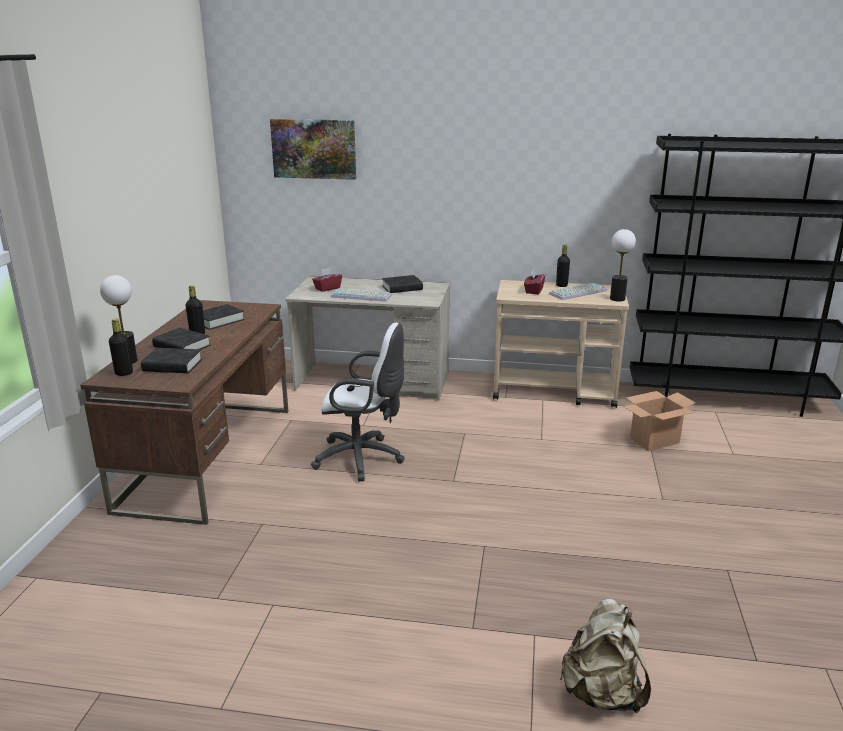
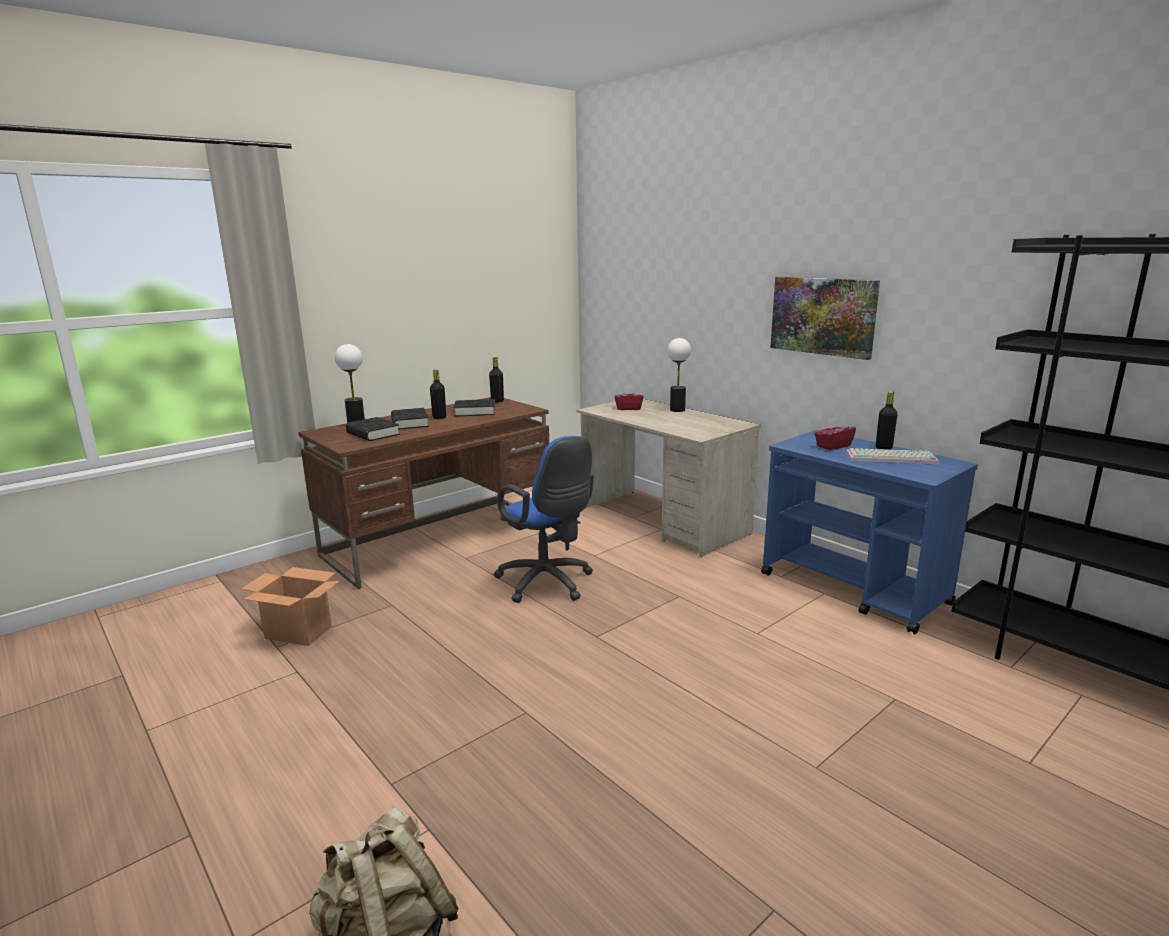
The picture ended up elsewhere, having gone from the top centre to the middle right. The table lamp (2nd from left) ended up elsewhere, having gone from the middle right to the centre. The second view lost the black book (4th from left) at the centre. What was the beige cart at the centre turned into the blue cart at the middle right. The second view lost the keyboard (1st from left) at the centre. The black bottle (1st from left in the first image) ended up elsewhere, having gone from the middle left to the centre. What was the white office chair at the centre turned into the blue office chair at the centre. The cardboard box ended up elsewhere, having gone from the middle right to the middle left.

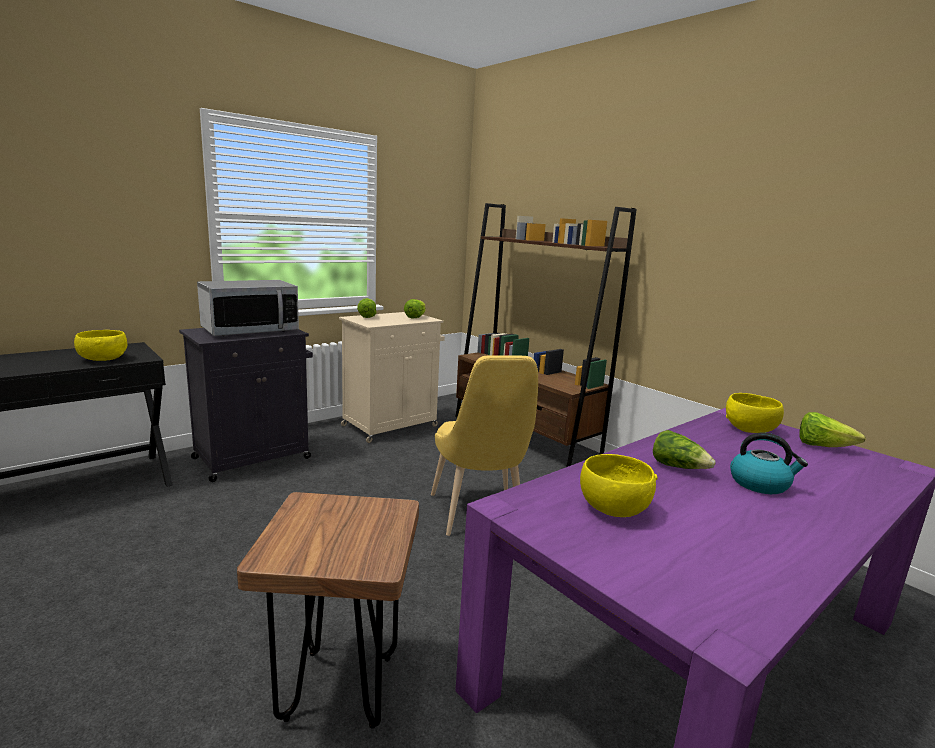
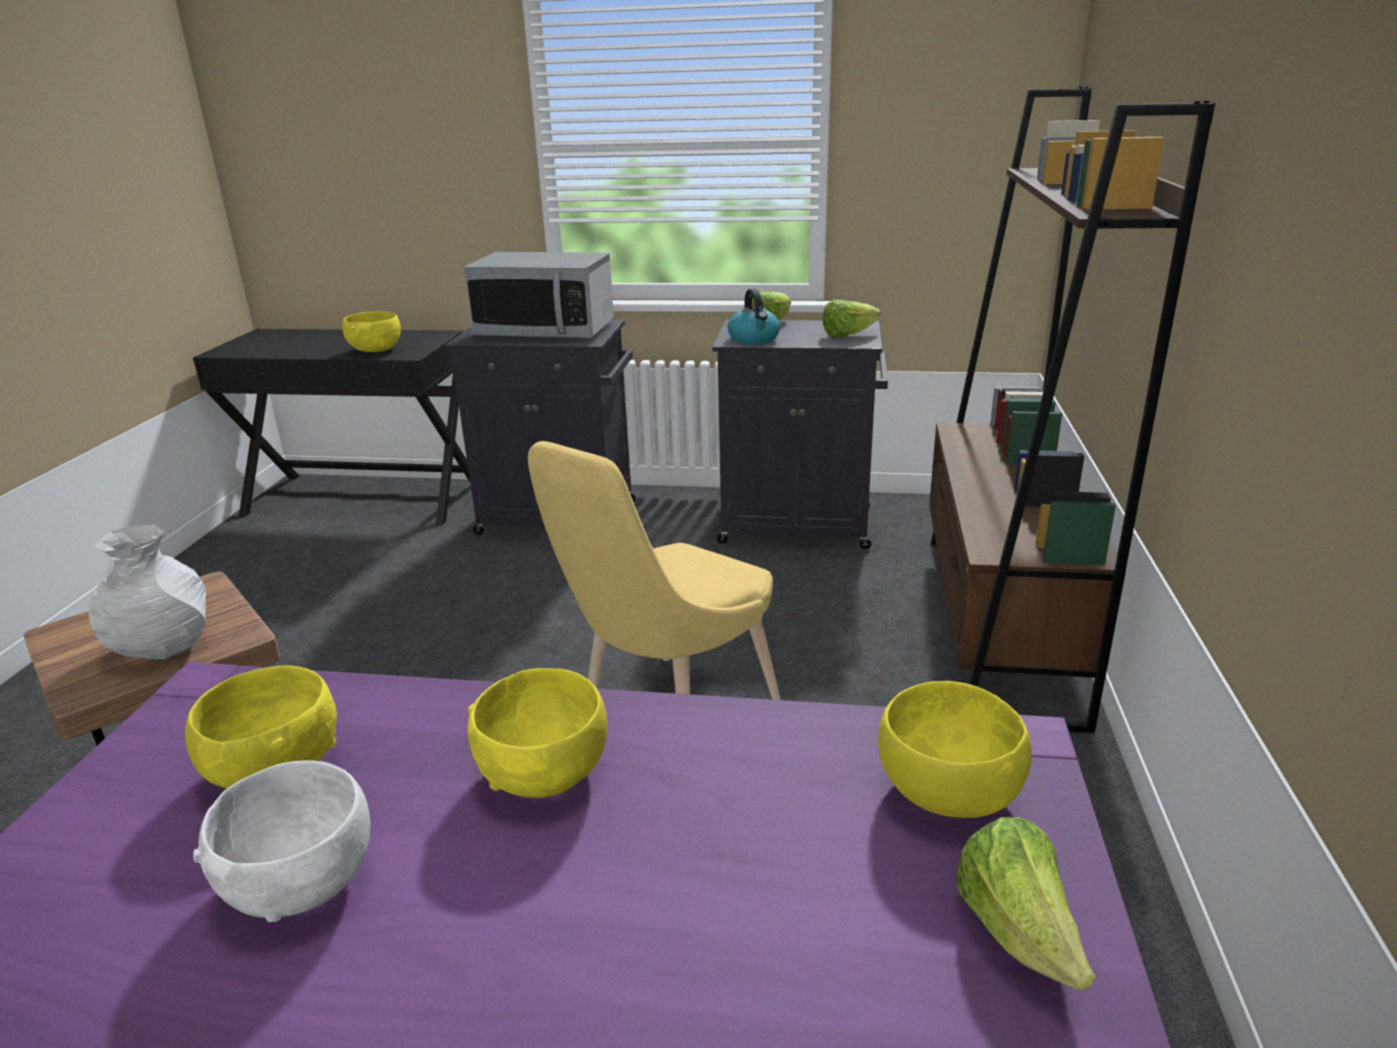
What was the beige cabinet at the centre turned into the black cabinet (2nd from left) at the centre. Where the lettuce (3rd from left) stood at the middle right, the yellow bowl (3rd from left) came to stand at the bottom centre. The kettle ended up elsewhere, having gone from the middle right to the top centre. The second view gained the white vase at the middle left. The second view gained the white bowl at the bottom left.

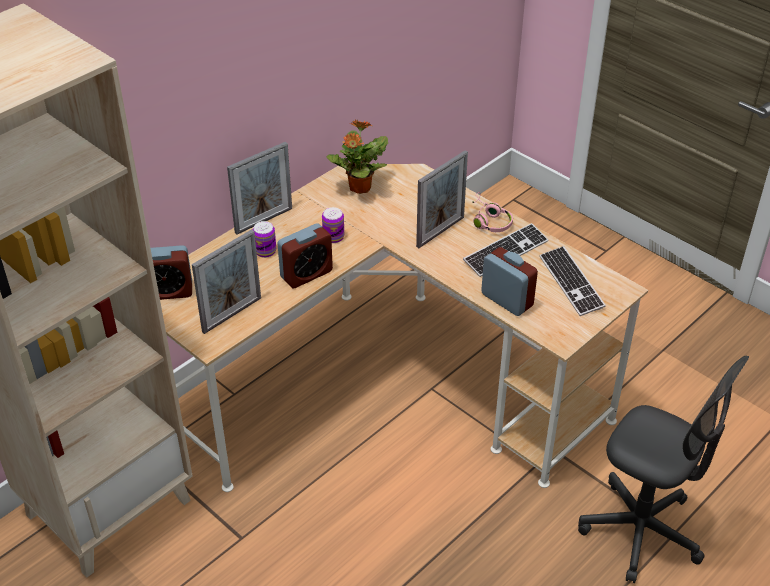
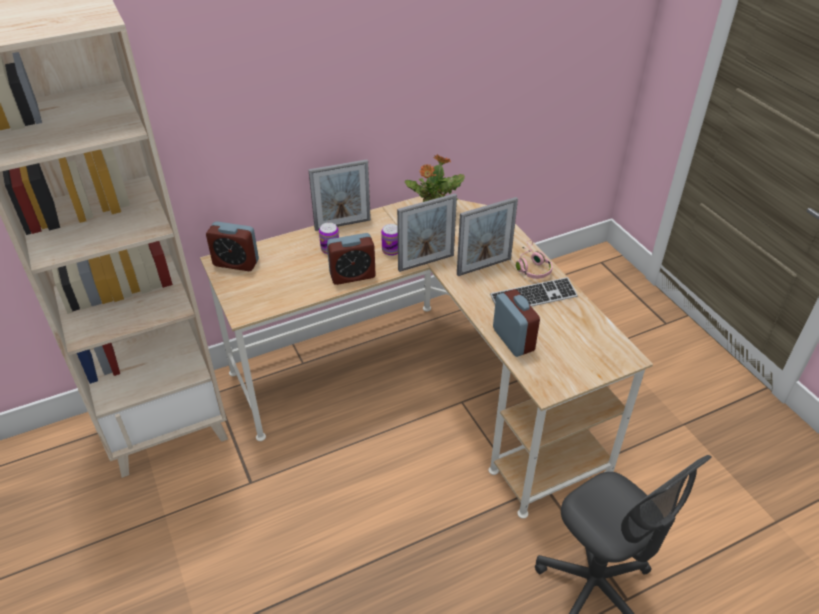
The picture frame (1st from left in the first image) ended up elsewhere, having gone from the middle left to the centre. The second view lost the keyboard (2nd from left) at the middle right.

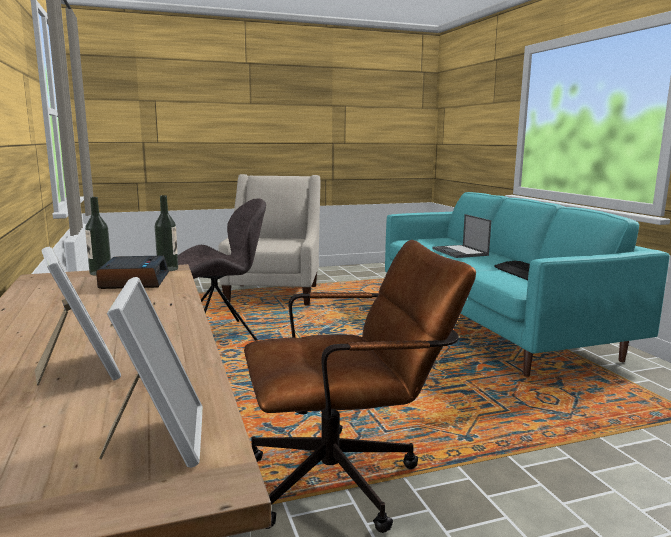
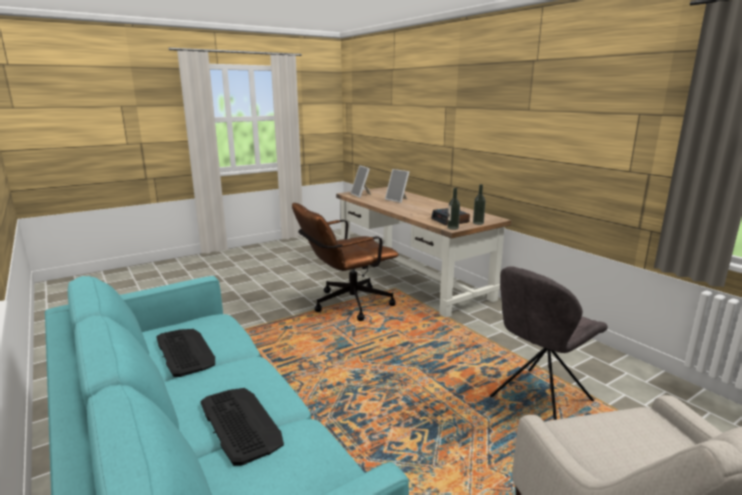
Where the laptop stood at the middle right, the keyboard (2nd from left) came to stand at the bottom left.

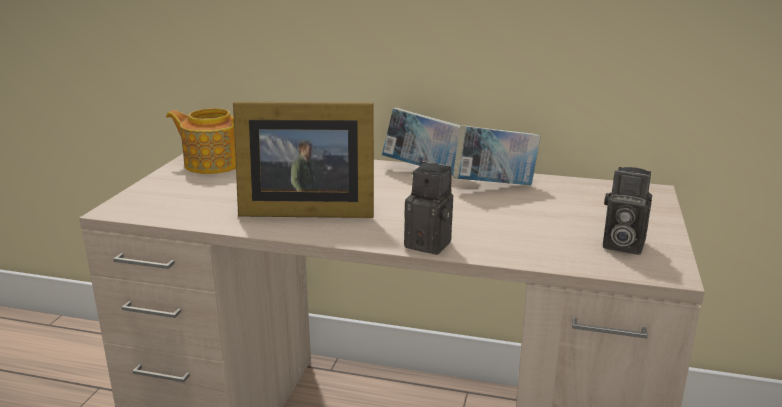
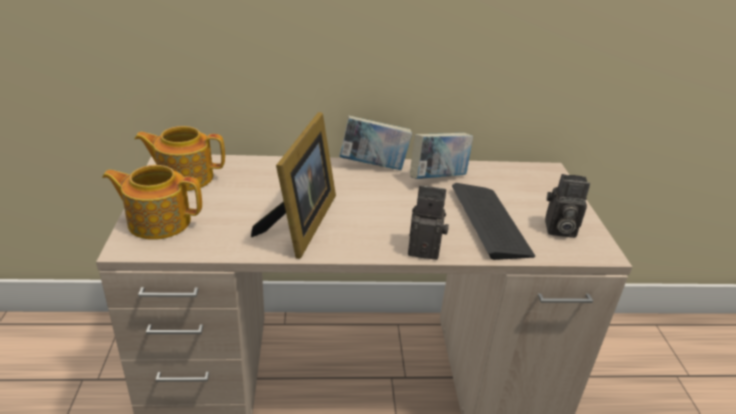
The picture frame at the centre ended up facing another way, 60 degrees counterclockwise from before. The second view gained the teapot (1st from left) at the middle left. The second view gained the keyboard at the middle right.

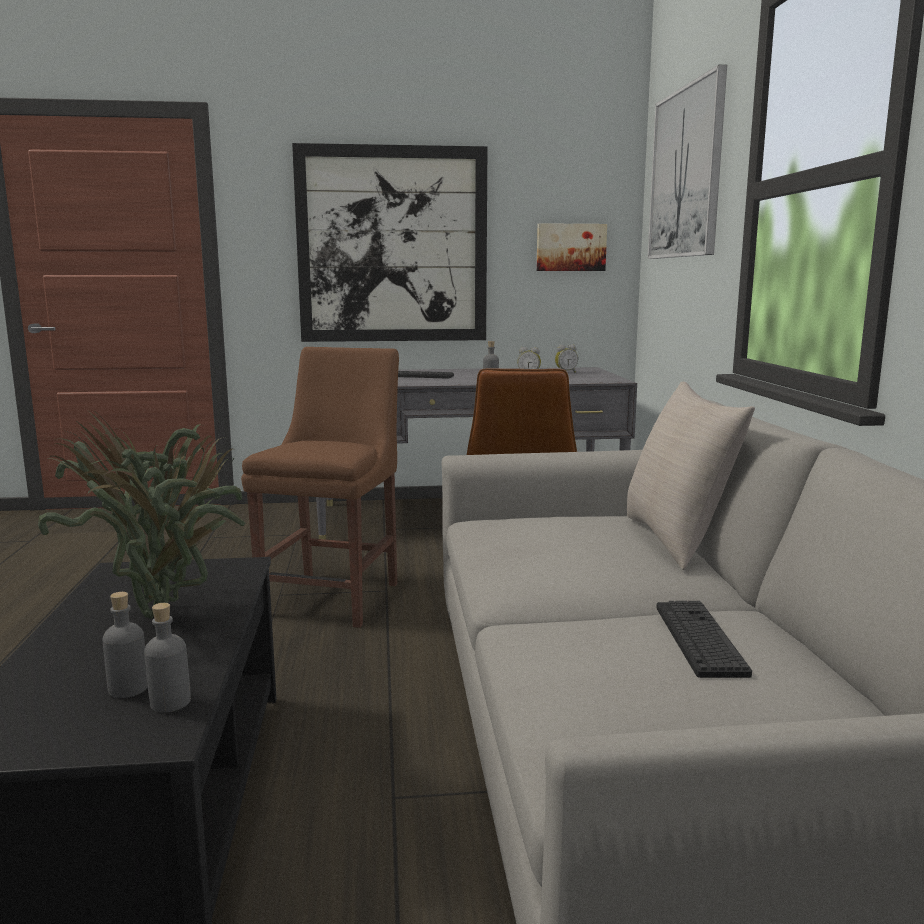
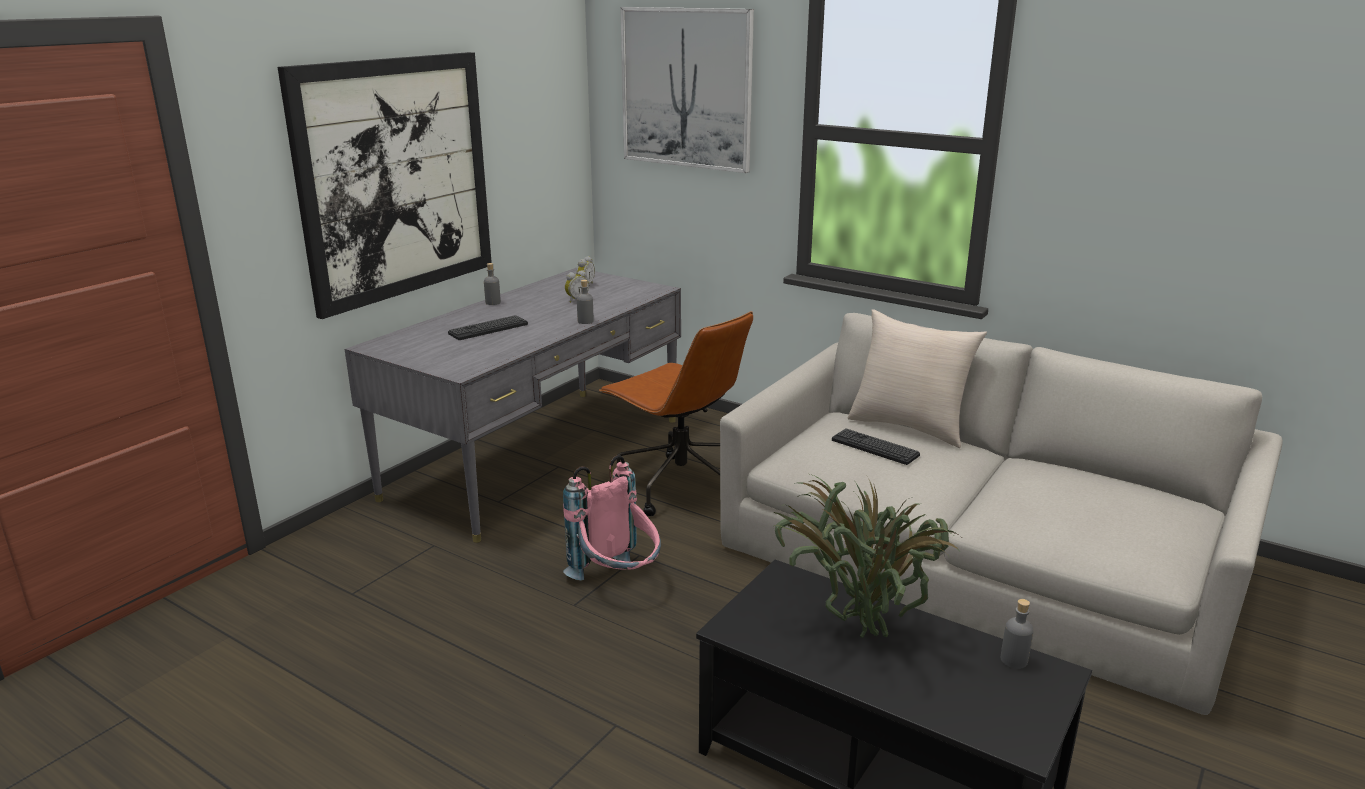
The second view lost the picture (2nd from left) at the top centre. Where the brown chair stood at the centre, the pink backpack came to stand at the centre. The grey bottle (1st from left) ended up elsewhere, having gone from the bottom left to the centre. The keyboard (2nd from left) ended up elsewhere, having gone from the bottom right to the centre.

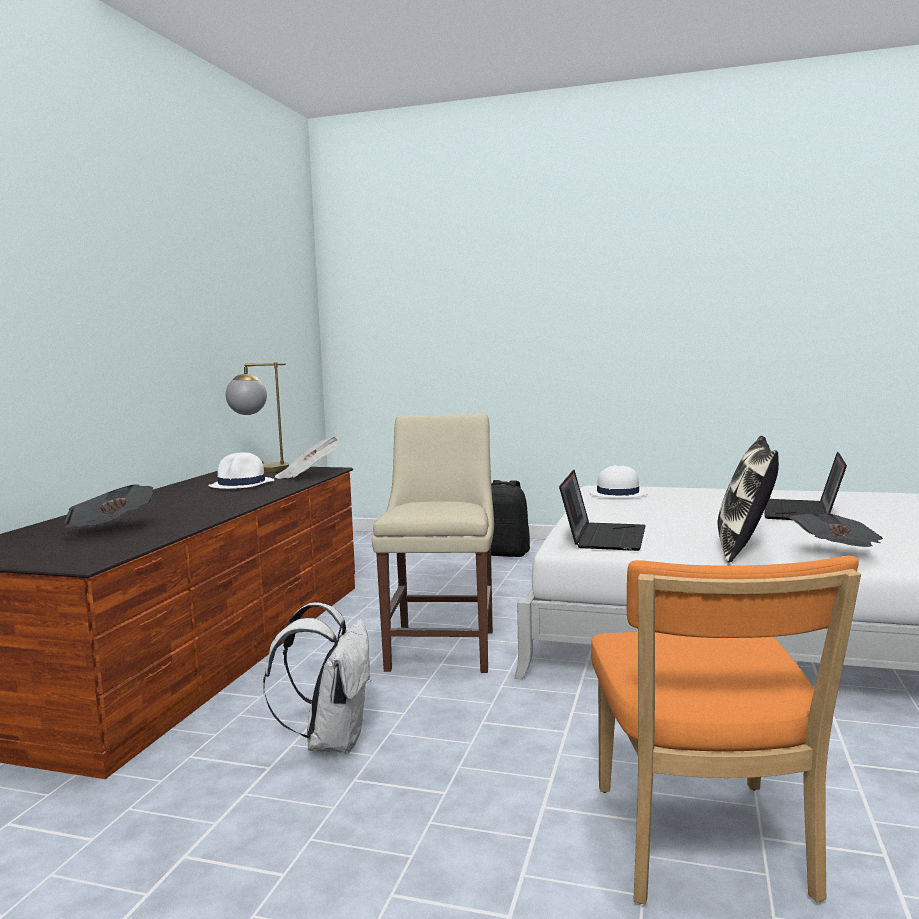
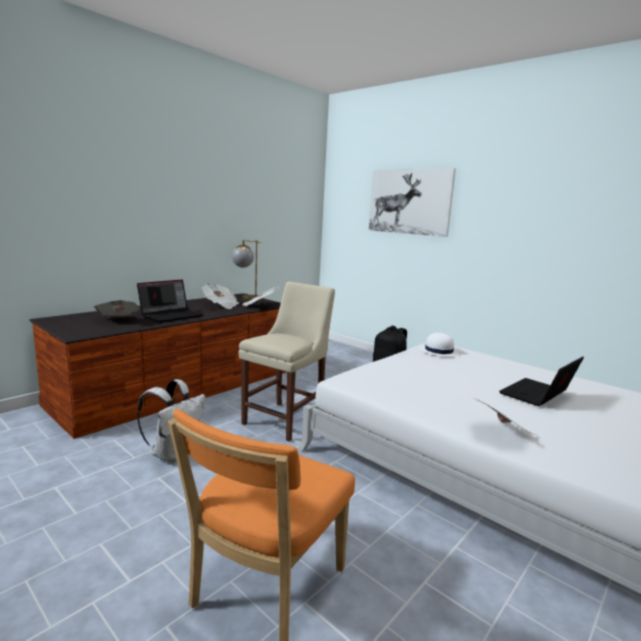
The second view lost the pillow at the middle right. Where the white hat (1st from left) stood at the middle left, the newspaper (2nd from left) came to stand at the centre. The laptop (1st from left) ended up elsewhere, having gone from the centre to the middle left. The second view gained the picture at the top centre.

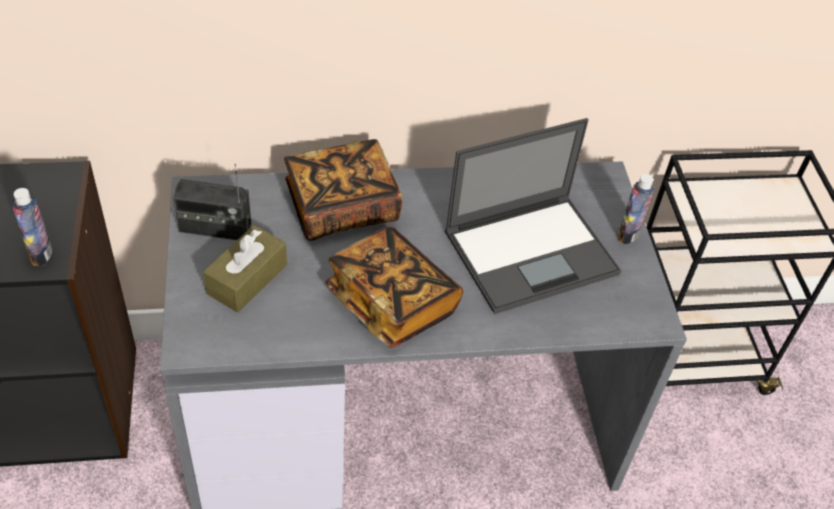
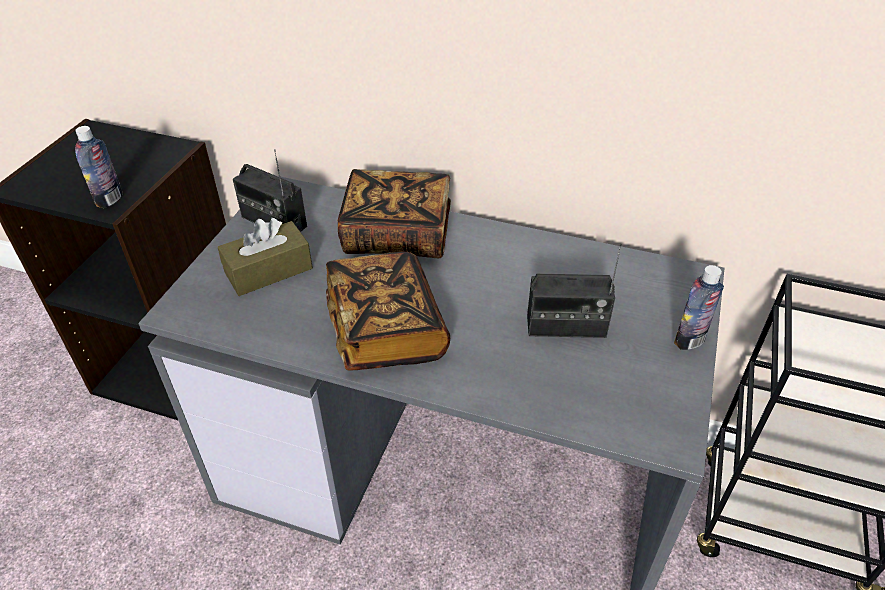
Where the laptop stood at the centre, the radio (2nd from left) came to stand at the centre.

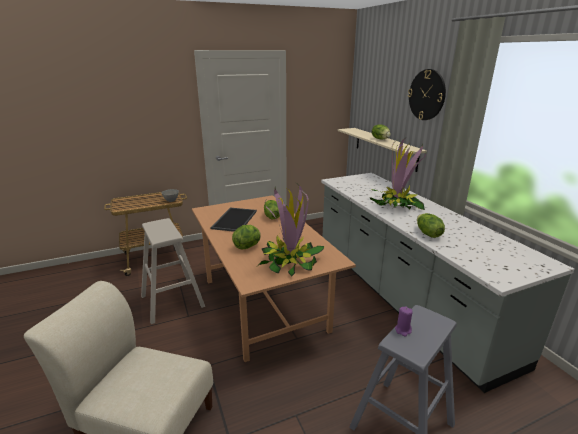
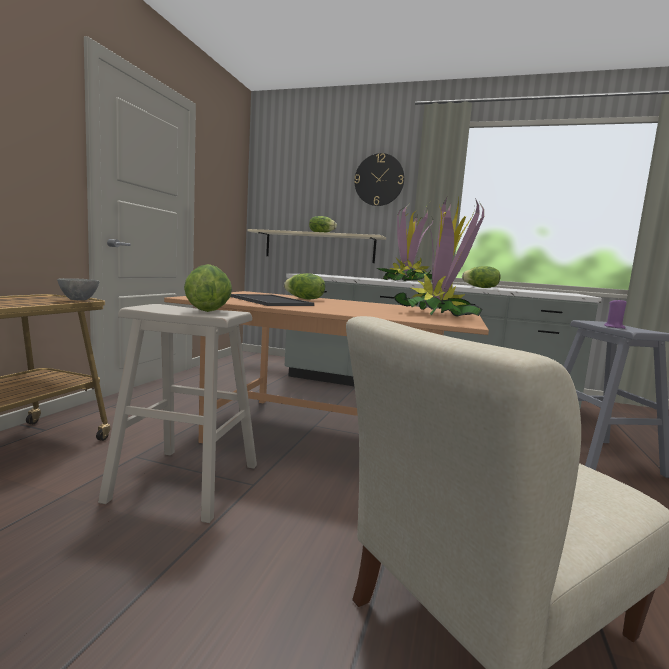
The lettuce (1st from left) ended up elsewhere, having gone from the centre to the middle left.

